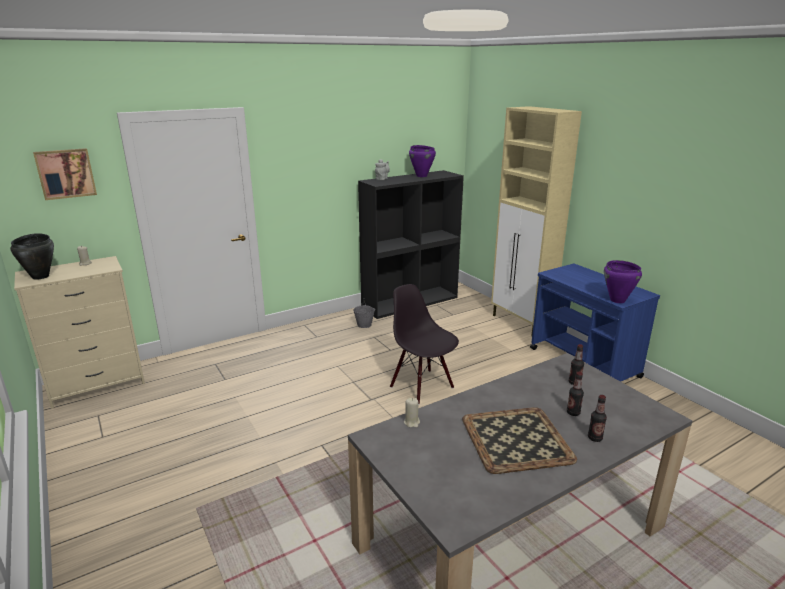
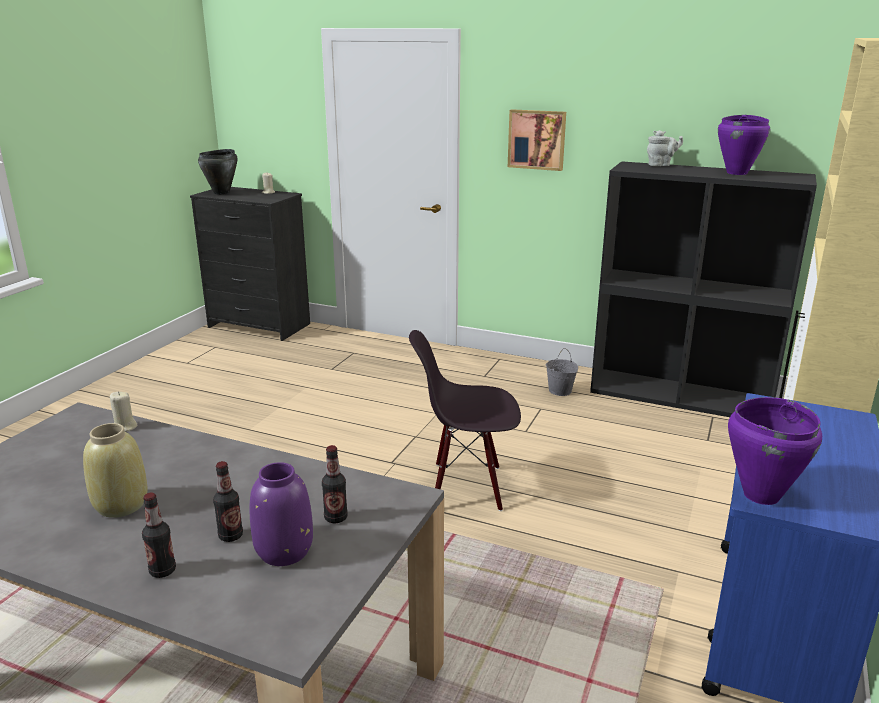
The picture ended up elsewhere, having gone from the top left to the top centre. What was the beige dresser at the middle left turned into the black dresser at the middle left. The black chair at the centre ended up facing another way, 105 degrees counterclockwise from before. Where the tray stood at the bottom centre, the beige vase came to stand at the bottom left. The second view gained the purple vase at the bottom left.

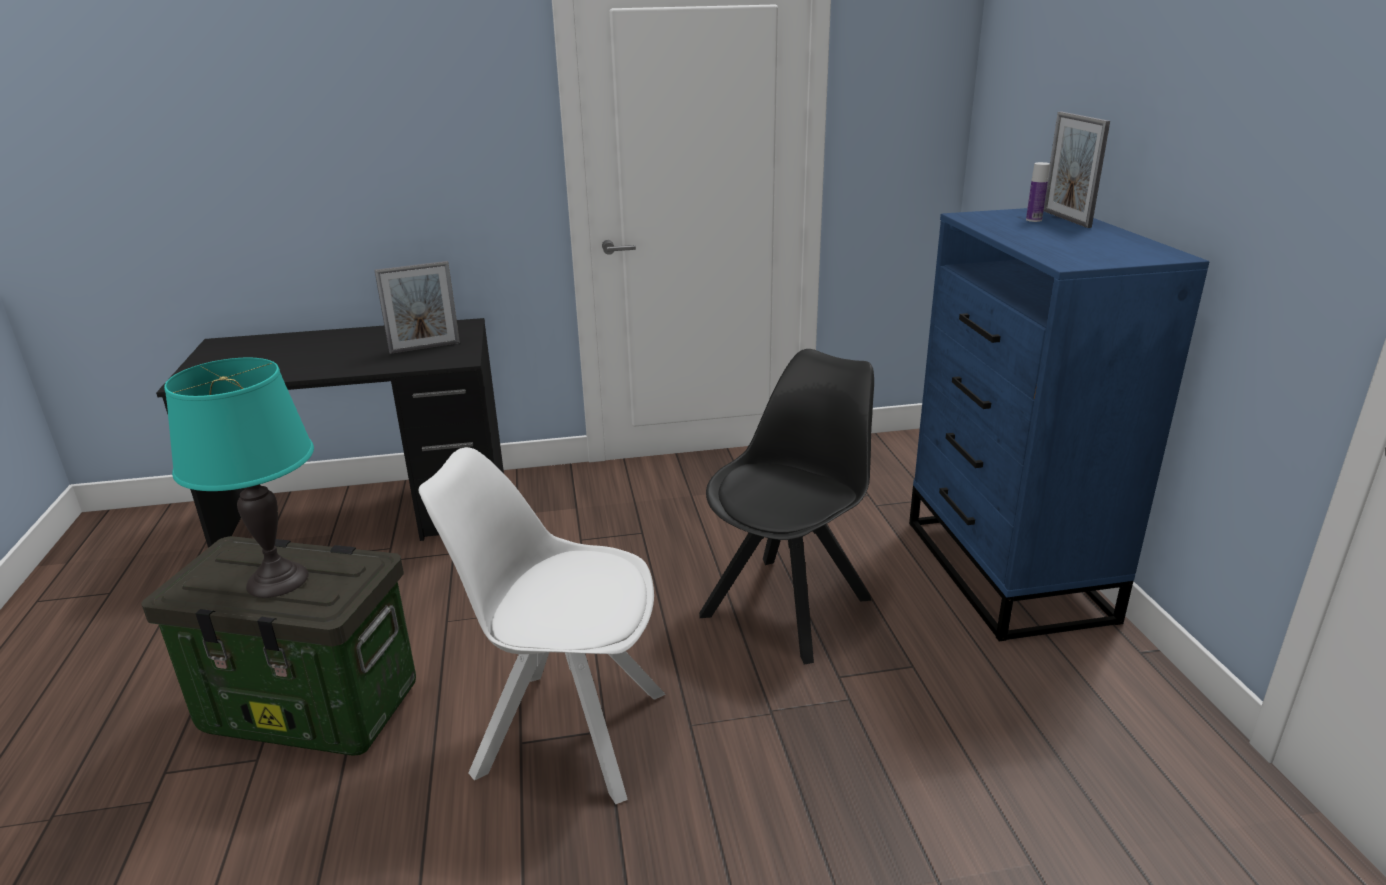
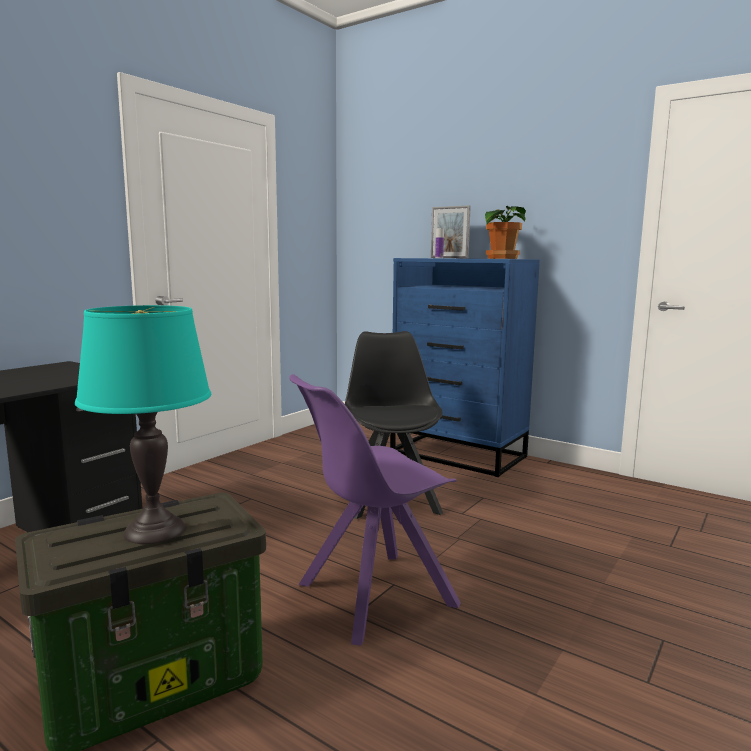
The second view lost the picture frame (1st from left) at the middle left. What was the white chair at the bottom centre turned into the purple chair at the bottom centre. The second view gained the potted plant at the top right.

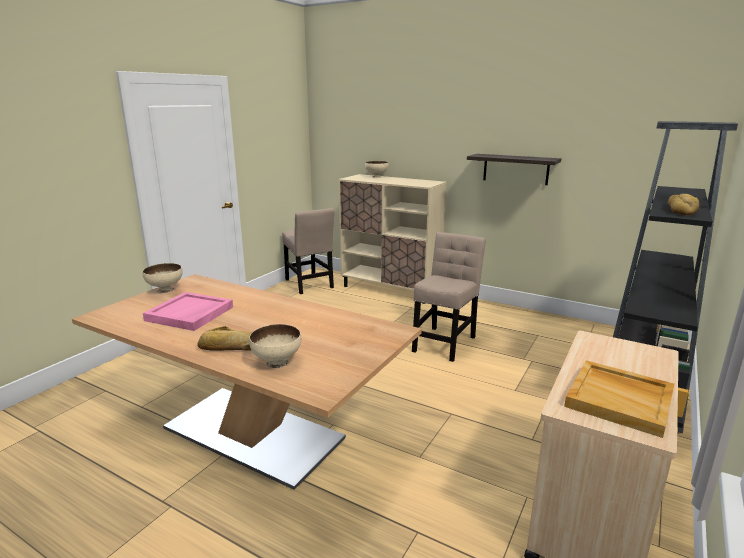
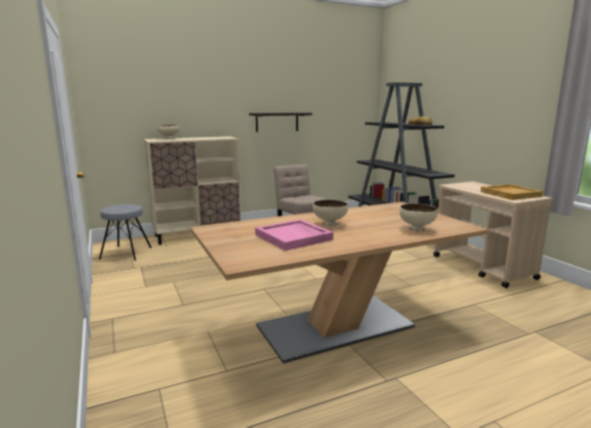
Where the beige chair (1st from left) stood at the centre, the grey stool came to stand at the middle left. The beige bowl (1st from left in the first image) ended up elsewhere, having gone from the middle left to the centre. The second view lost the bread (1st from left) at the middle left.

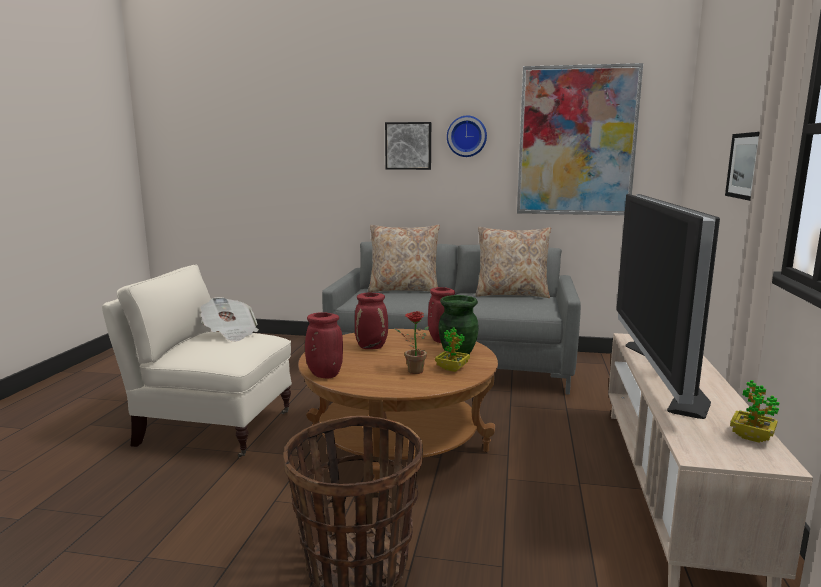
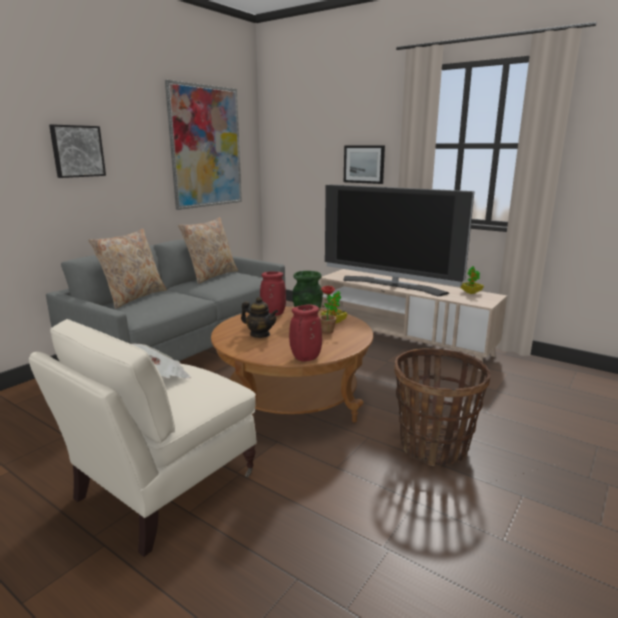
The second view lost the wall clock at the top centre. Where the red vase (2nd from left) stood at the centre, the teapot came to stand at the centre.

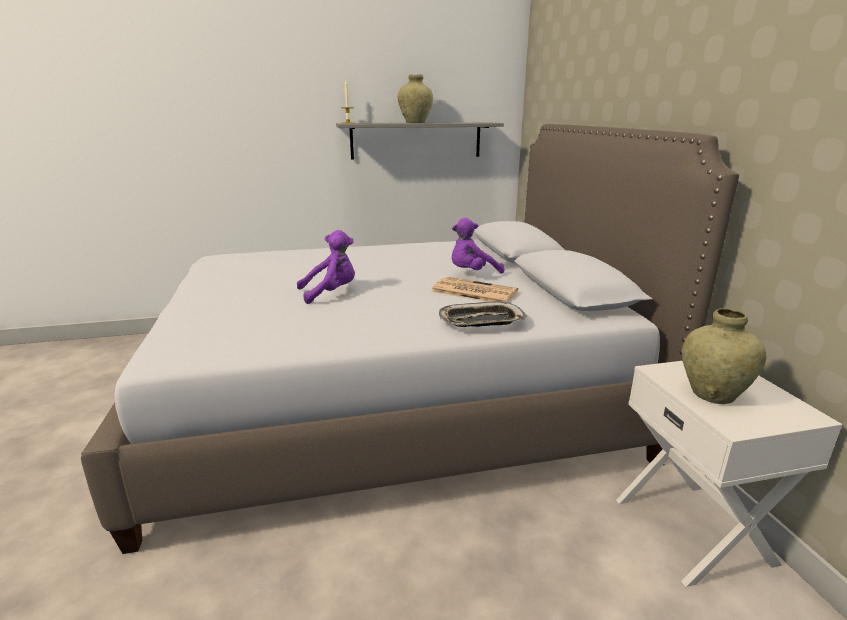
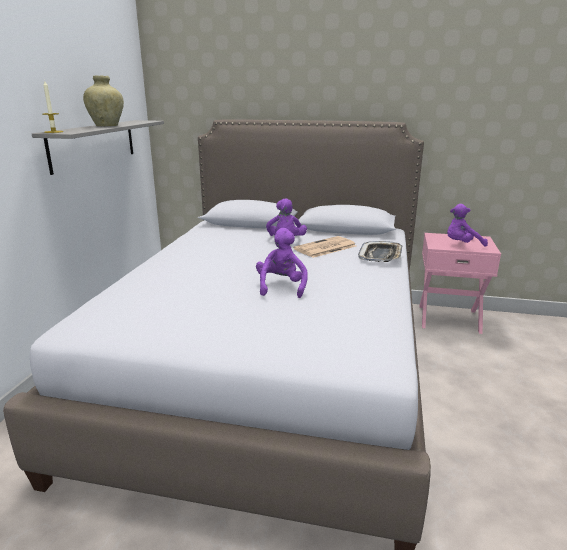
Where the beige vase (2nd from left) stood at the middle right, the purple plush toy (3rd from left) came to stand at the middle right. What was the white nightstand at the bottom right turned into the pink nightstand at the middle right.

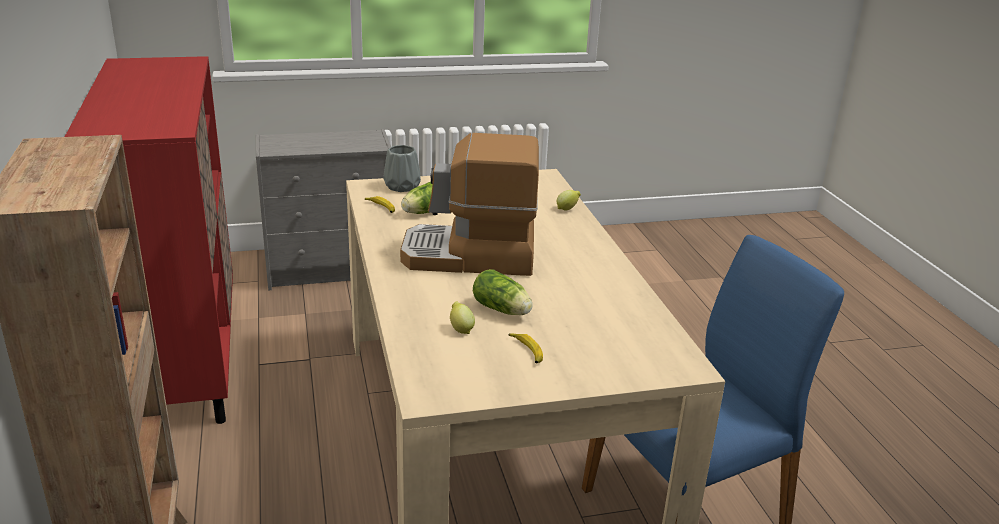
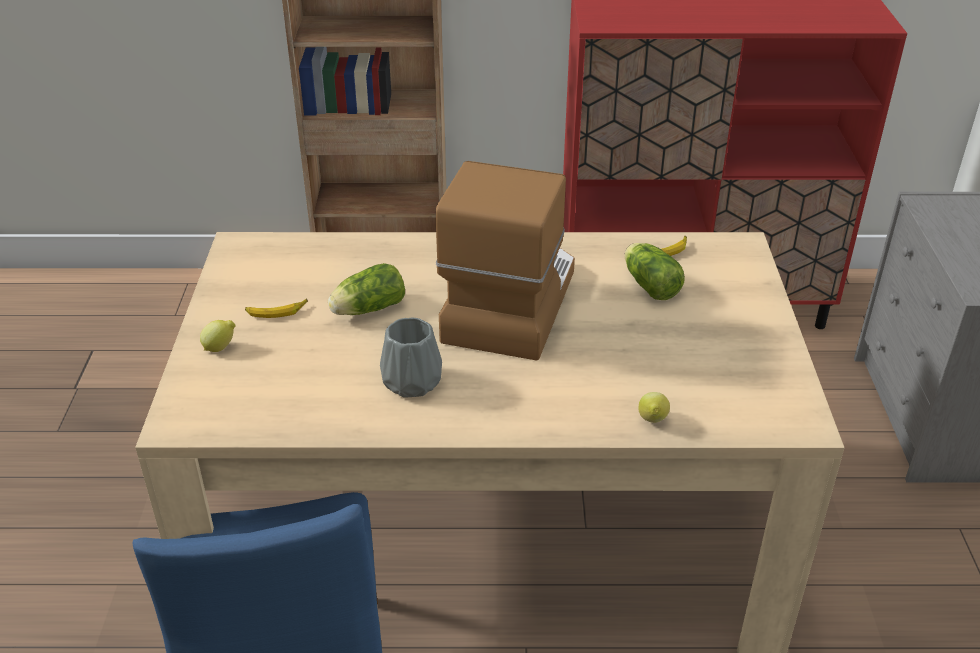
The grey vase ended up elsewhere, having gone from the top centre to the centre. The lemon (1st from left) ended up elsewhere, having gone from the centre to the middle left.

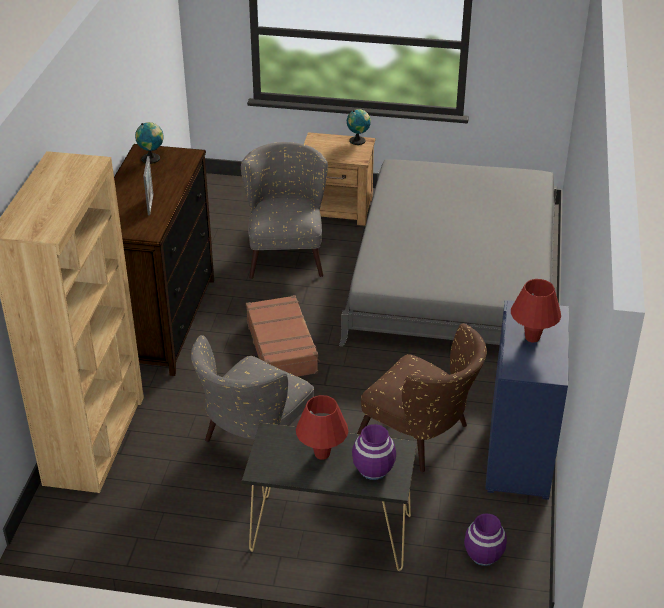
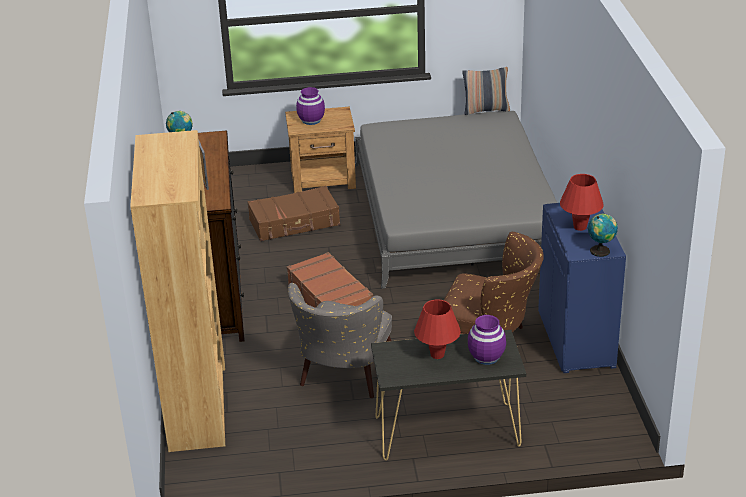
The globe (2nd from left) ended up elsewhere, having gone from the top centre to the middle right. Where the grey armchair (2nd from left) stood at the centre, the brown suitcase (1st from left) came to stand at the centre. The purple vase (2nd from left in the first image) ended up elsewhere, having gone from the bottom right to the top centre. The second view gained the pillow at the top centre.

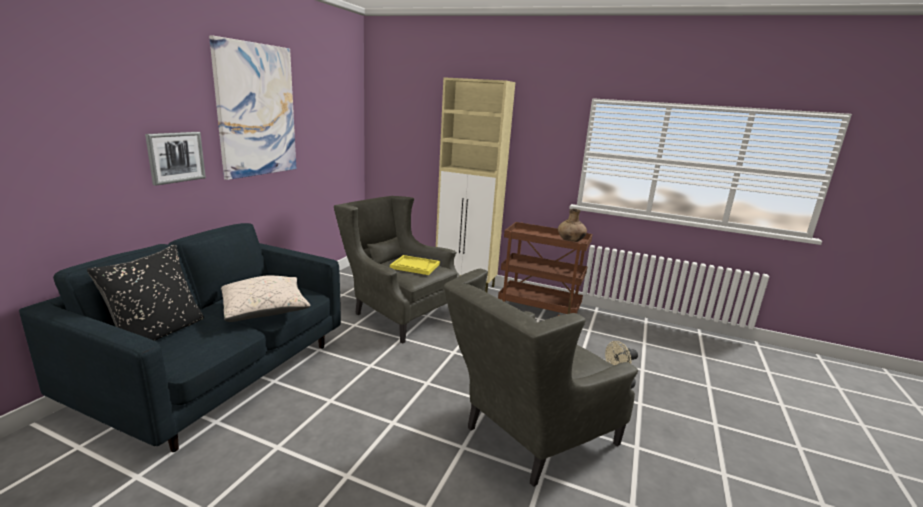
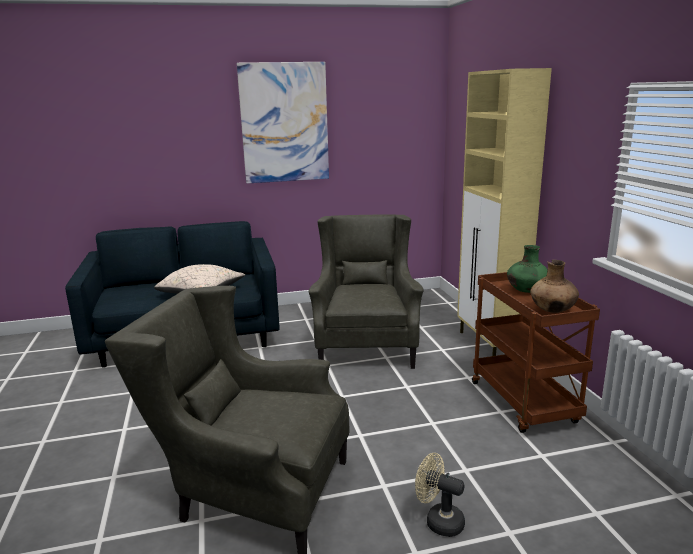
The second view lost the picture (1st from left) at the top left. The second view lost the black pillow at the middle left. The second view lost the yellow tray at the centre. The second view gained the green vase at the middle right.

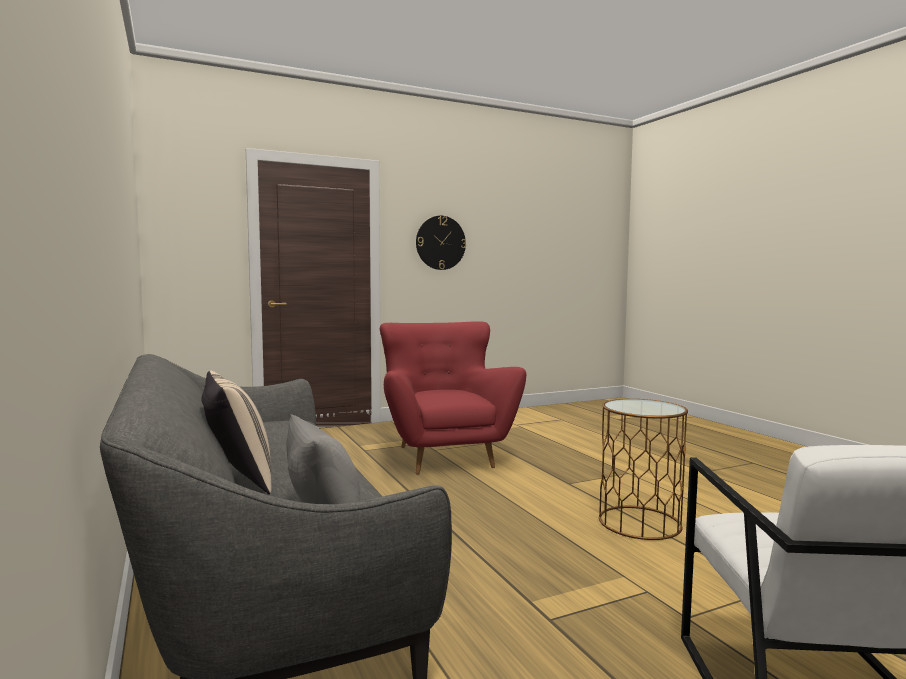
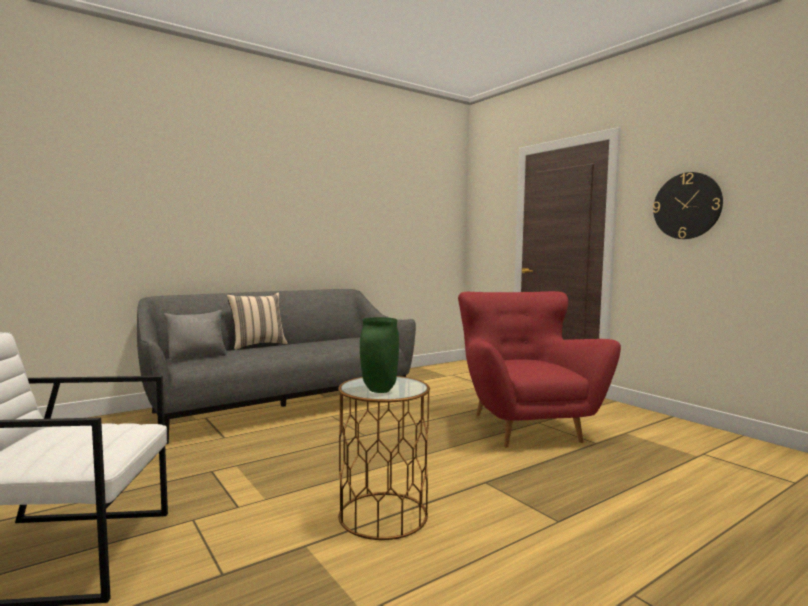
The red armchair at the centre ended up facing another way, 75 degrees counterclockwise from before. The second view gained the green vase at the centre.

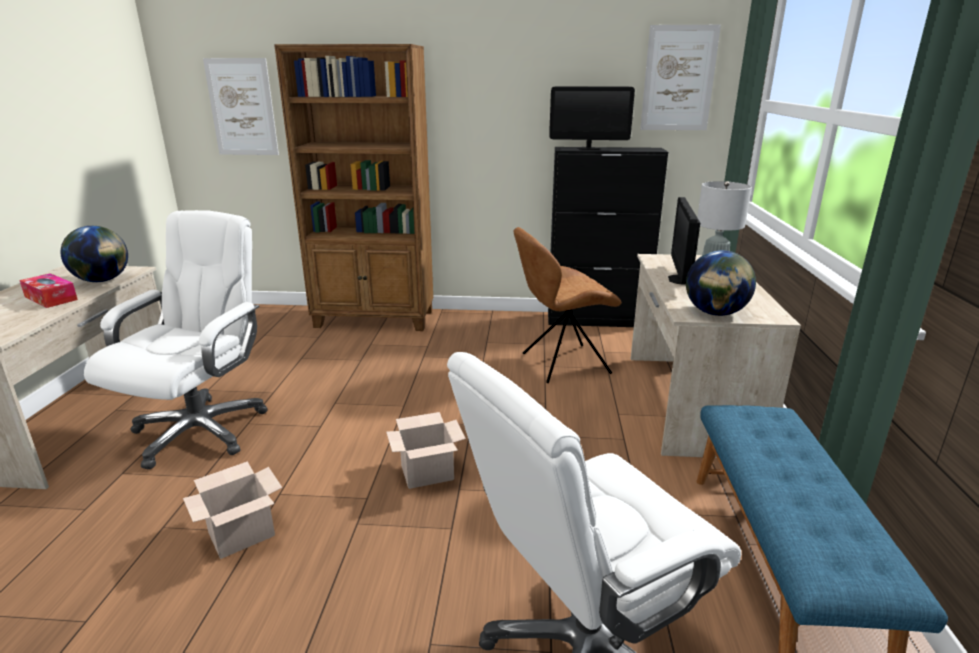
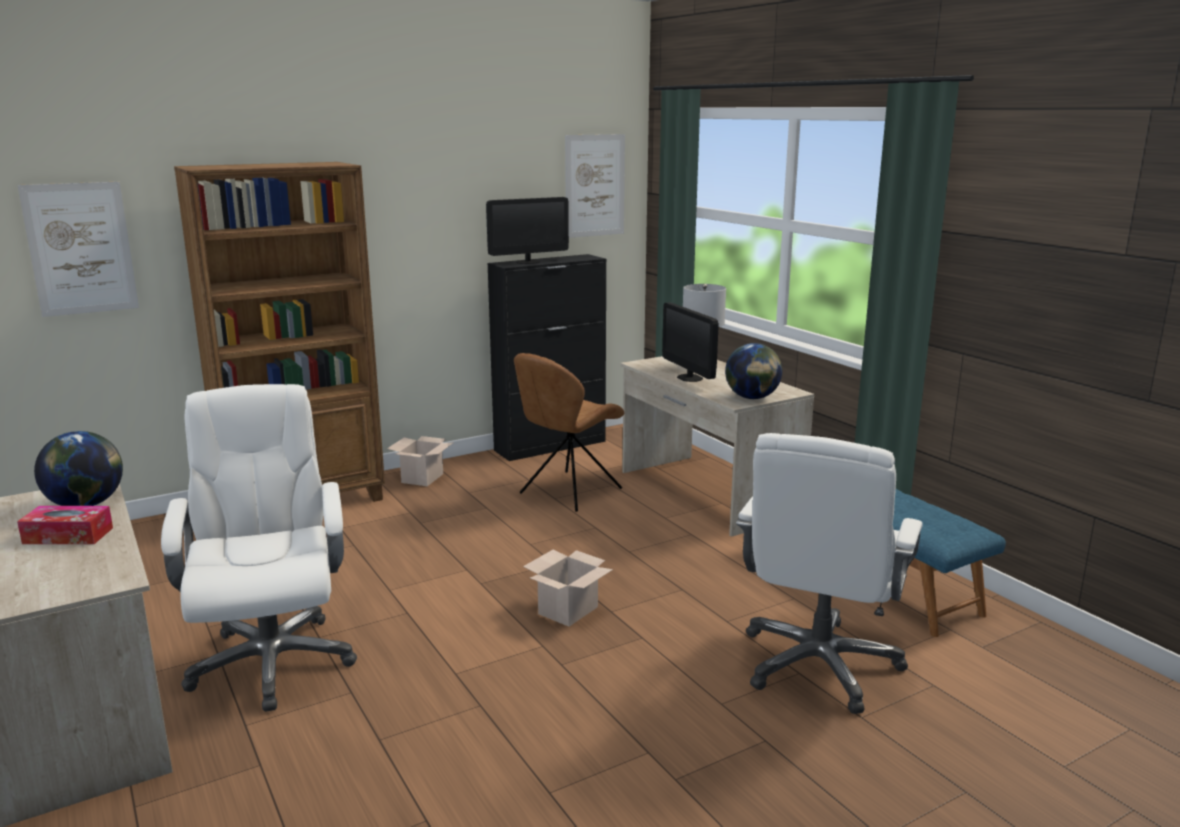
The cardboard box (1st from left) ended up elsewhere, having gone from the bottom left to the centre.

